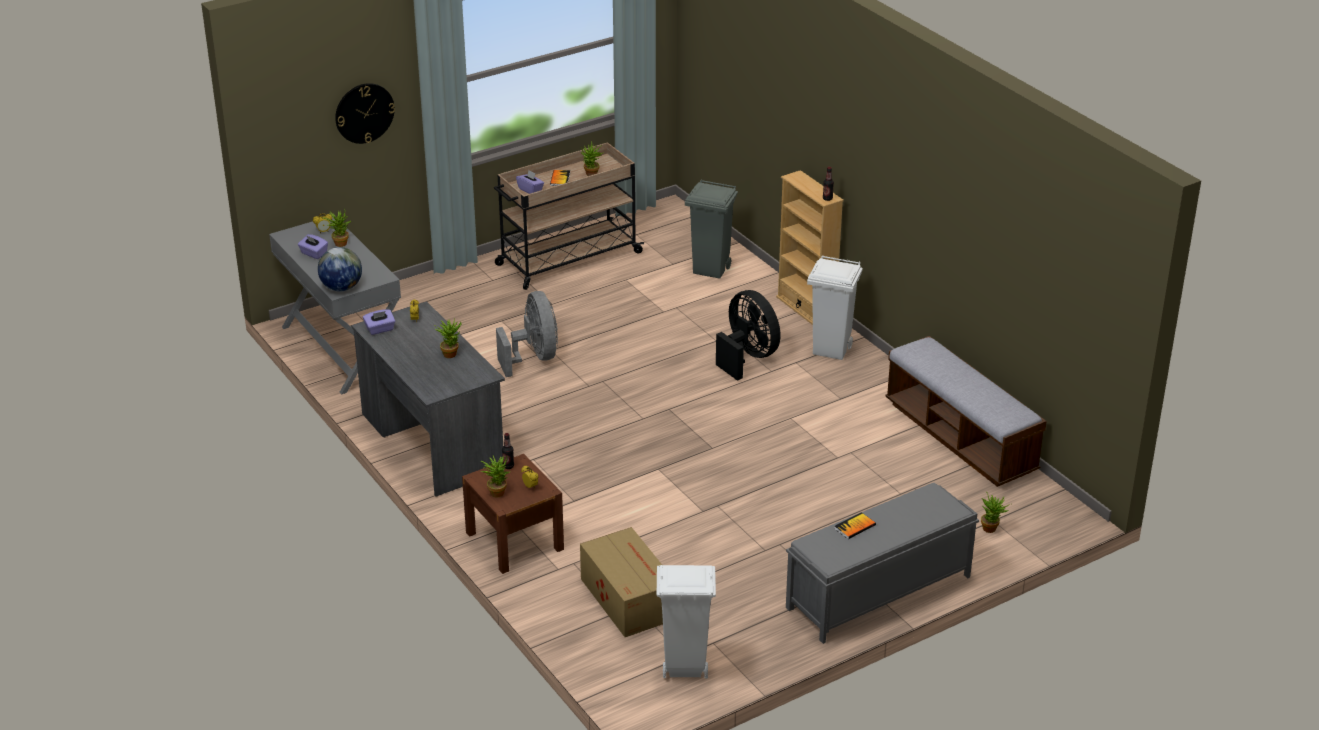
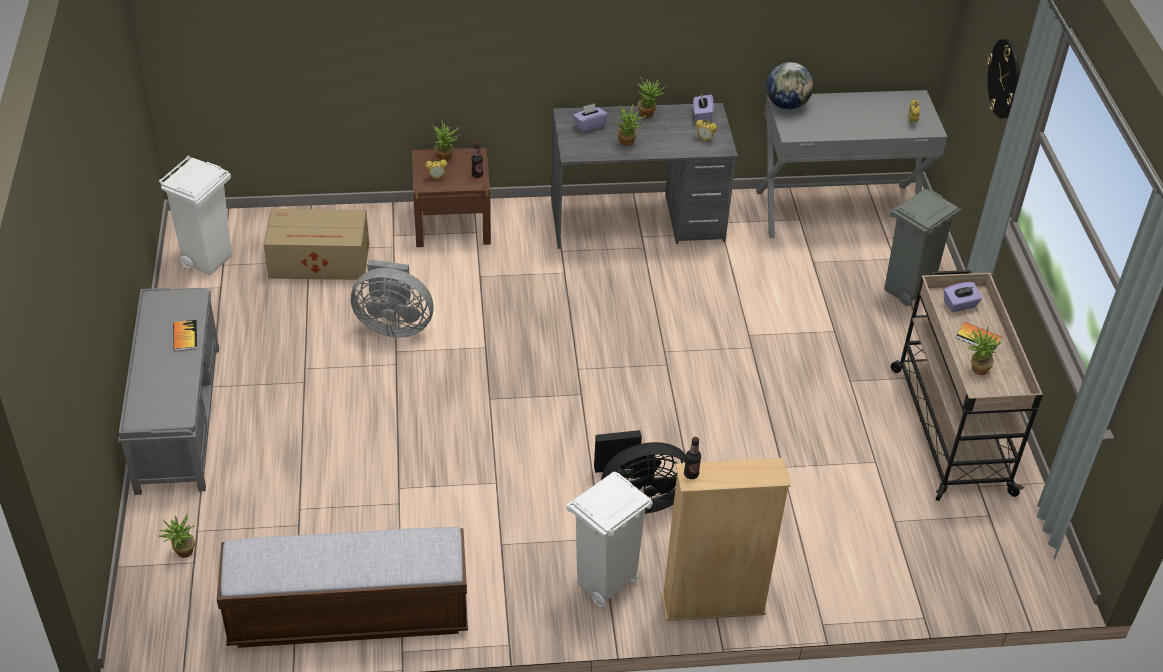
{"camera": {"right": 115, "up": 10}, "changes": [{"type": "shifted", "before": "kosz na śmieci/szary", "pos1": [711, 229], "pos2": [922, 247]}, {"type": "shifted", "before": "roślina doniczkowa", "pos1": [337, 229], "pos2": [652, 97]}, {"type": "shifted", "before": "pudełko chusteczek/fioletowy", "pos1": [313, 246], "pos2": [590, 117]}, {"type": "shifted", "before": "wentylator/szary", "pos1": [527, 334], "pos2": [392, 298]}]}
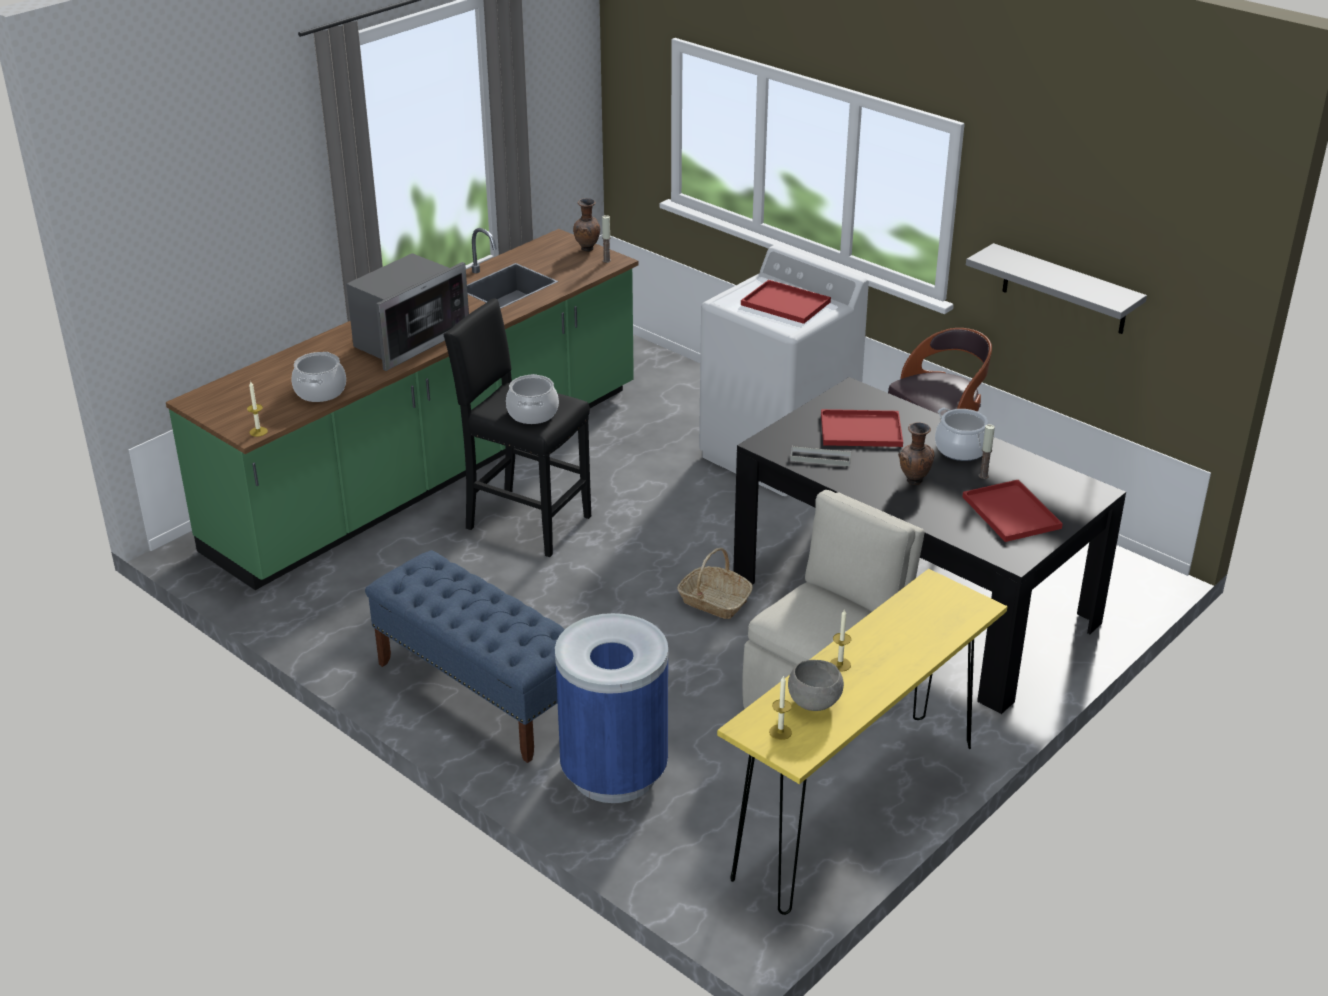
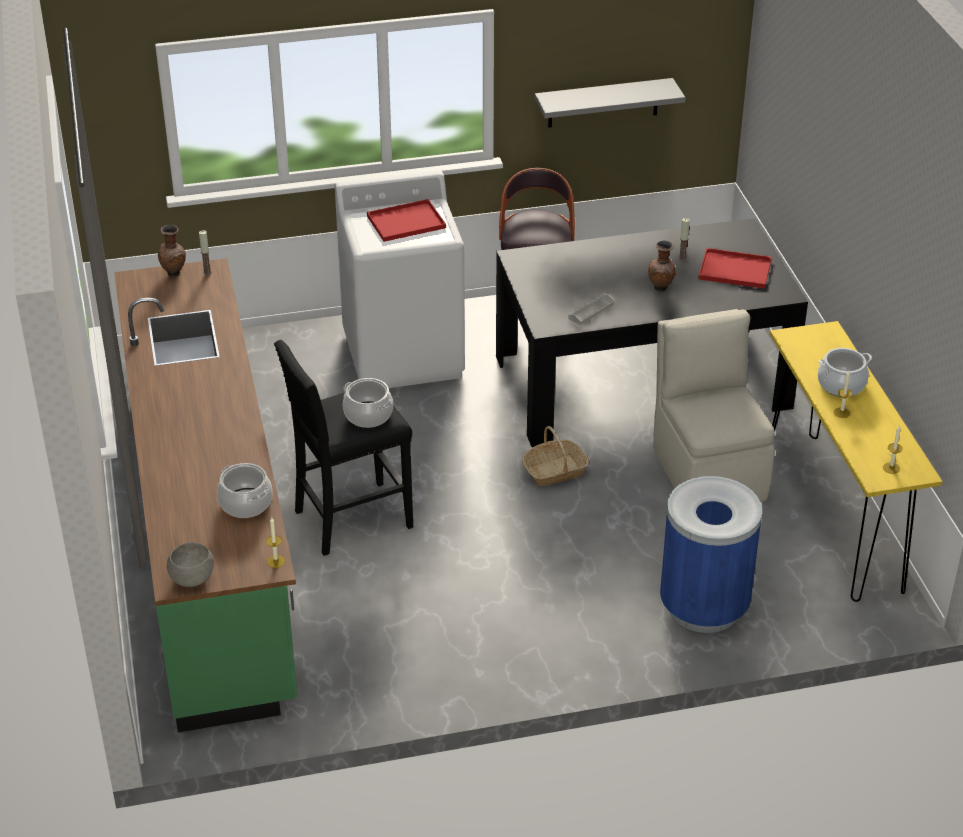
{"camera": {"right": -55, "up": 5}, "changes": [{"type": "gone", "before": "mikrofalówka", "pos1": [407, 312]}, {"type": "shifted", "before": "garnek", "pos1": [961, 434], "pos2": [845, 372]}, {"type": "gone", "before": "taca/czerwony", "pos1": [862, 428]}, {"type": "gone", "before": "ławka/niebieski", "pos1": [465, 656]}, {"type": "shifted", "before": "miska/szary", "pos1": [816, 685], "pos2": [190, 564]}]}
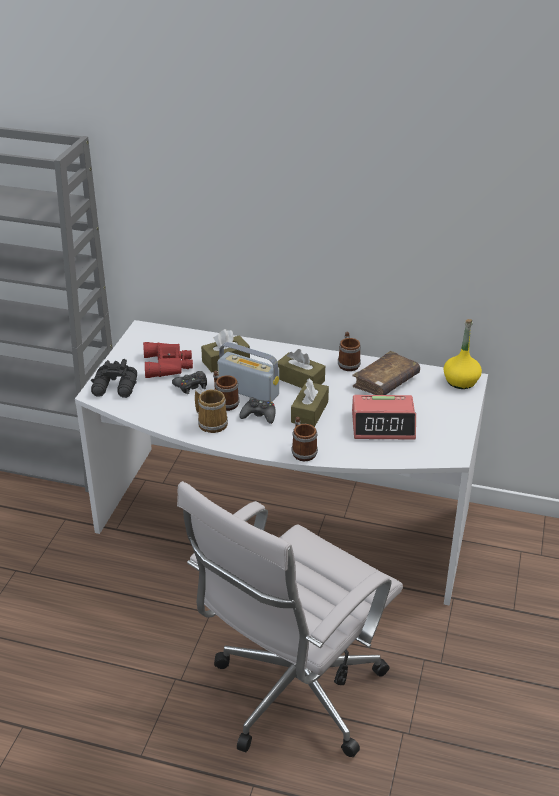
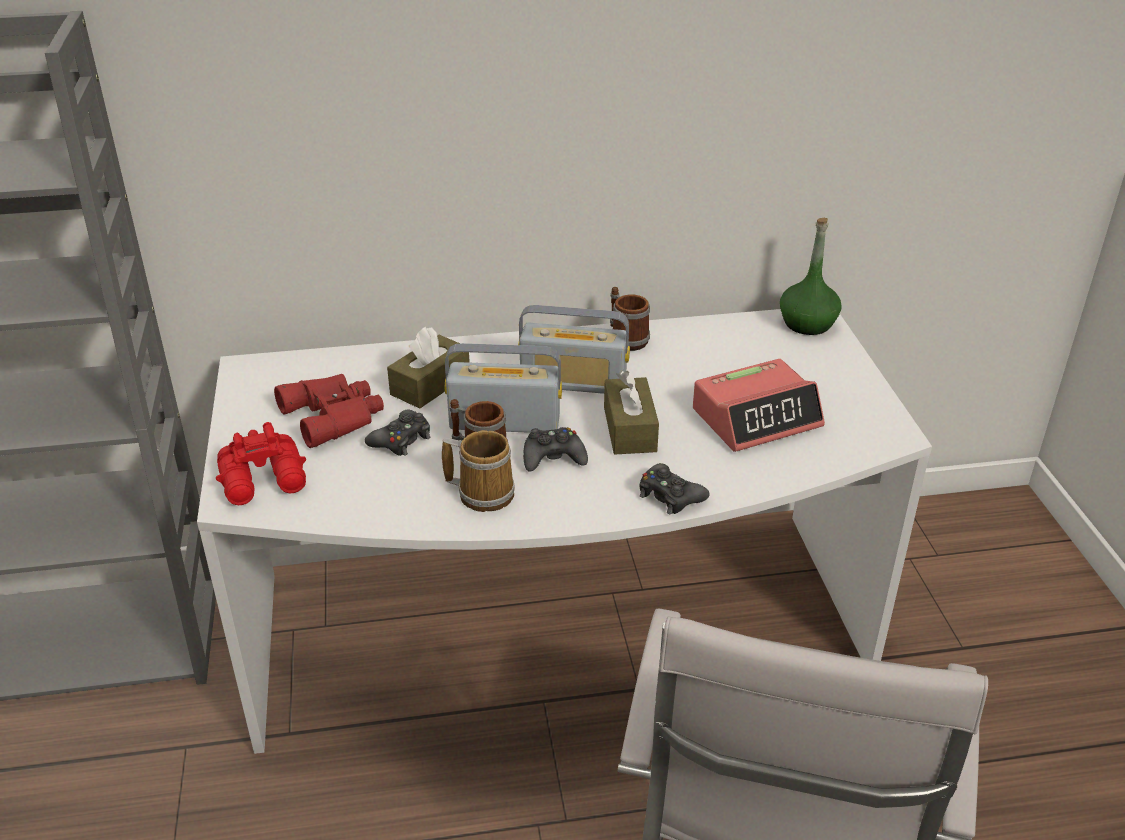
{"camera": {"right": -25, "up": 0}, "changes": [{"type": "repainted", "before": "butelka/żółty", "after": "butelka/zielony", "pos1": [462, 354], "pos2": [811, 276]}, {"type": "swapped", "before": "pudełko chusteczek/brązowy", "after": "radio", "pos1": [301, 368], "pos2": [574, 349]}, {"type": "gone", "before": "książka/brązowy", "pos1": [386, 373]}, {"type": "repainted", "before": "lornetka/czarny", "after": "lornetka/czerwony", "pos1": [114, 378], "pos2": [261, 463]}, {"type": "swapped", "before": "kubek", "after": "pad do gier/czarny", "pos1": [304, 439], "pos2": [675, 488]}]}
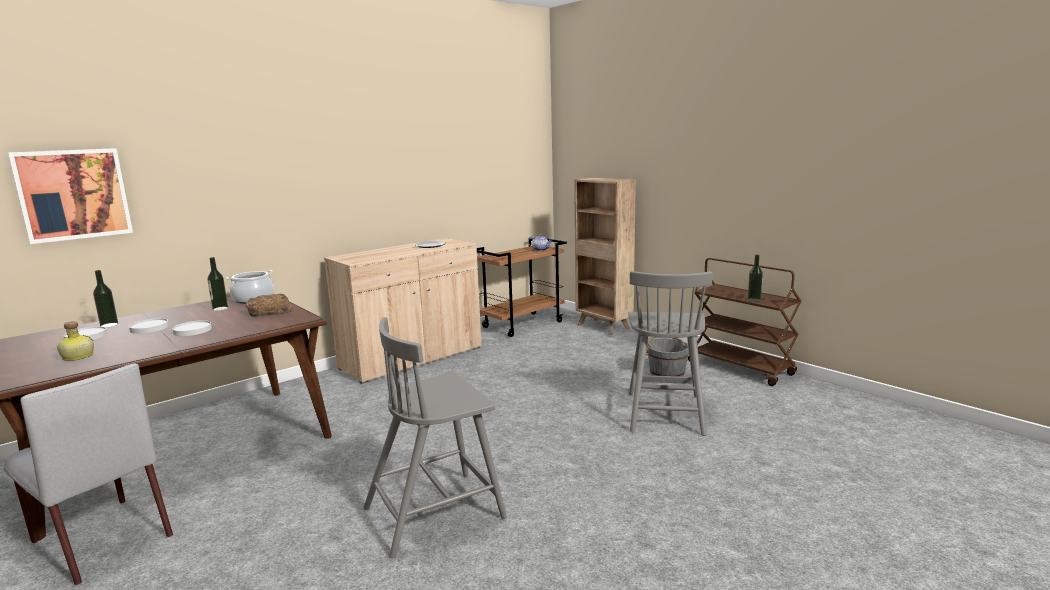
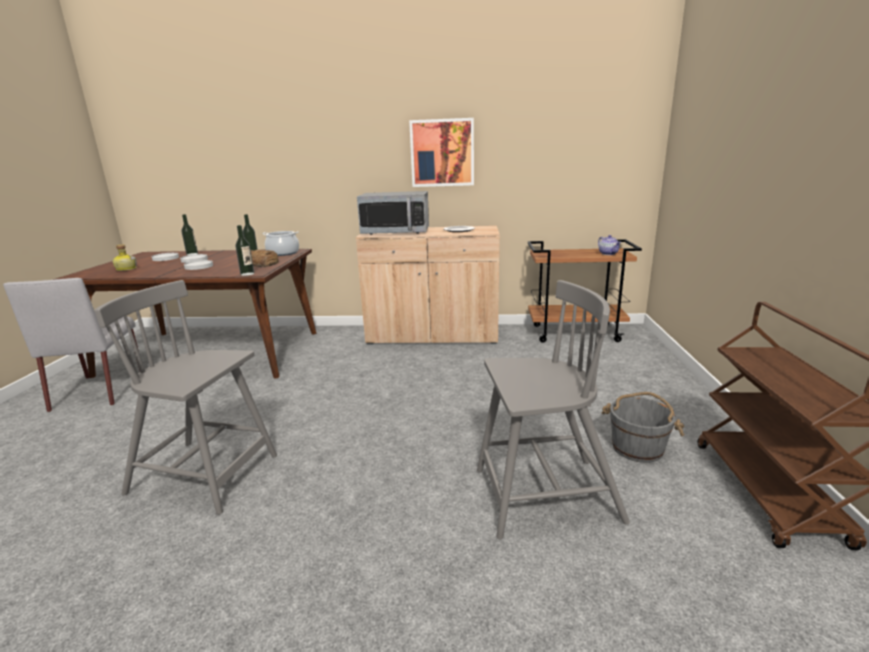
{"camera": {"right": 45, "up": 5}, "changes": [{"type": "shifted", "before": "obraz", "pos1": [70, 196], "pos2": [441, 152]}, {"type": "gone", "before": "regał/brązowy", "pos1": [605, 256]}, {"type": "shifted", "before": "butelka", "pos1": [755, 278], "pos2": [244, 250]}, {"type": "rotated", "before": "krzesło/szary", "pos1": [670, 353], "pos2": [553, 409], "turn": -150}, {"type": "new", "after": "mikrofalówka", "pos2": [393, 213]}]}
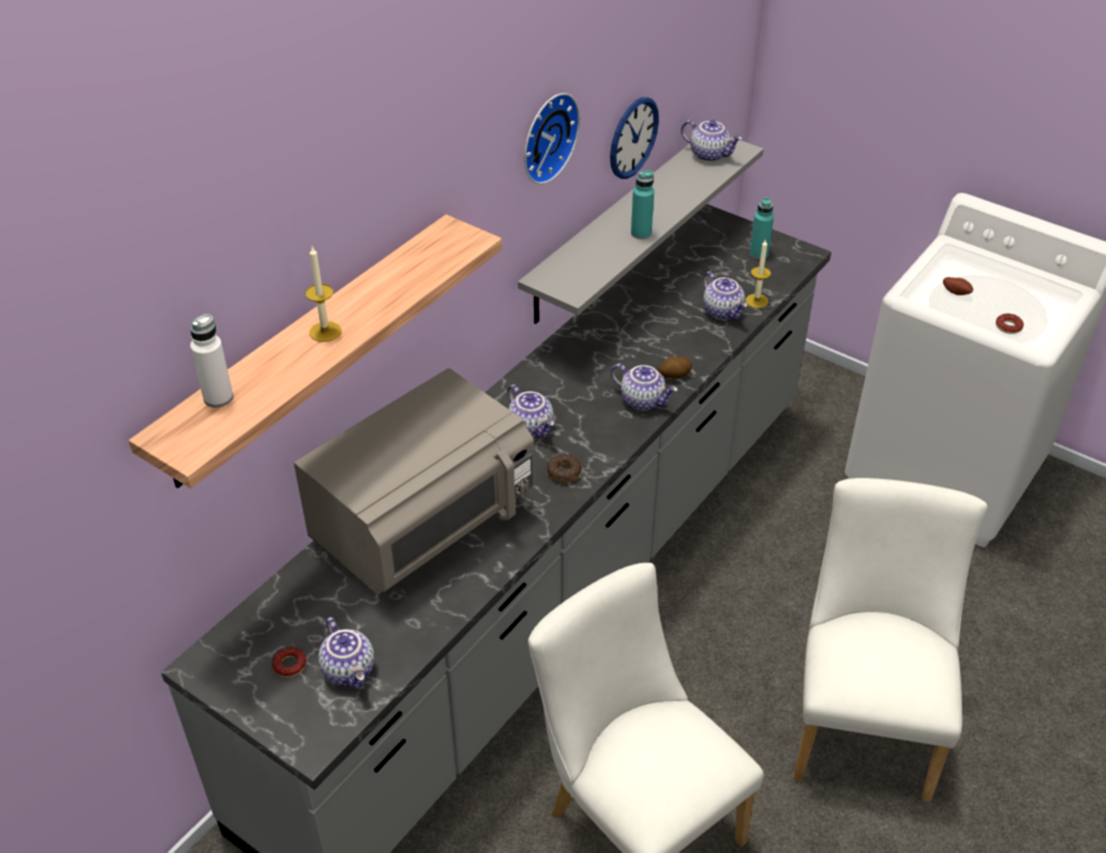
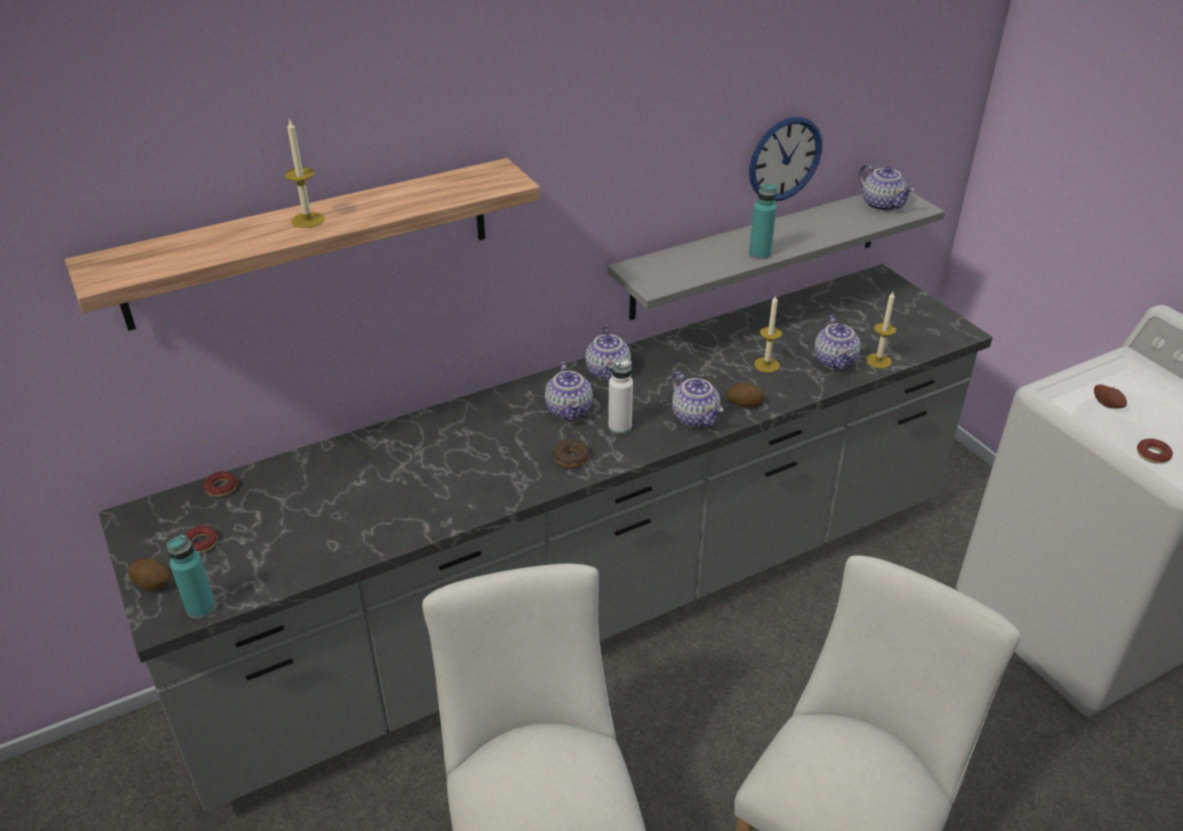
{"camera": {"right": 25, "up": -5}, "changes": [{"type": "gone", "before": "zegar ścienny", "pos1": [552, 138]}, {"type": "shifted", "before": "butelka/turkusowy", "pos1": [762, 228], "pos2": [191, 576]}, {"type": "shifted", "before": "butelka/biały", "pos1": [211, 361], "pos2": [620, 396]}, {"type": "gone", "before": "mikrofalówka/szary", "pos1": [414, 481]}, {"type": "shifted", "before": "imbryk", "pos1": [346, 652], "pos2": [608, 353]}, {"type": "new", "after": "świeca", "pos2": [768, 334]}, {"type": "new", "after": "donut", "pos2": [221, 484]}, {"type": "new", "after": "ziemniak", "pos2": [149, 575]}]}
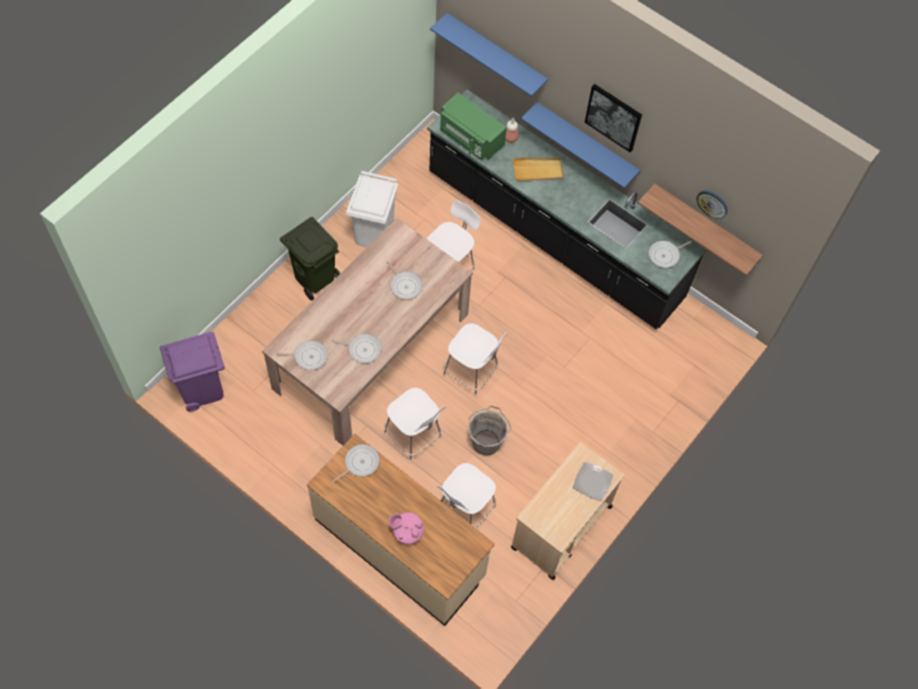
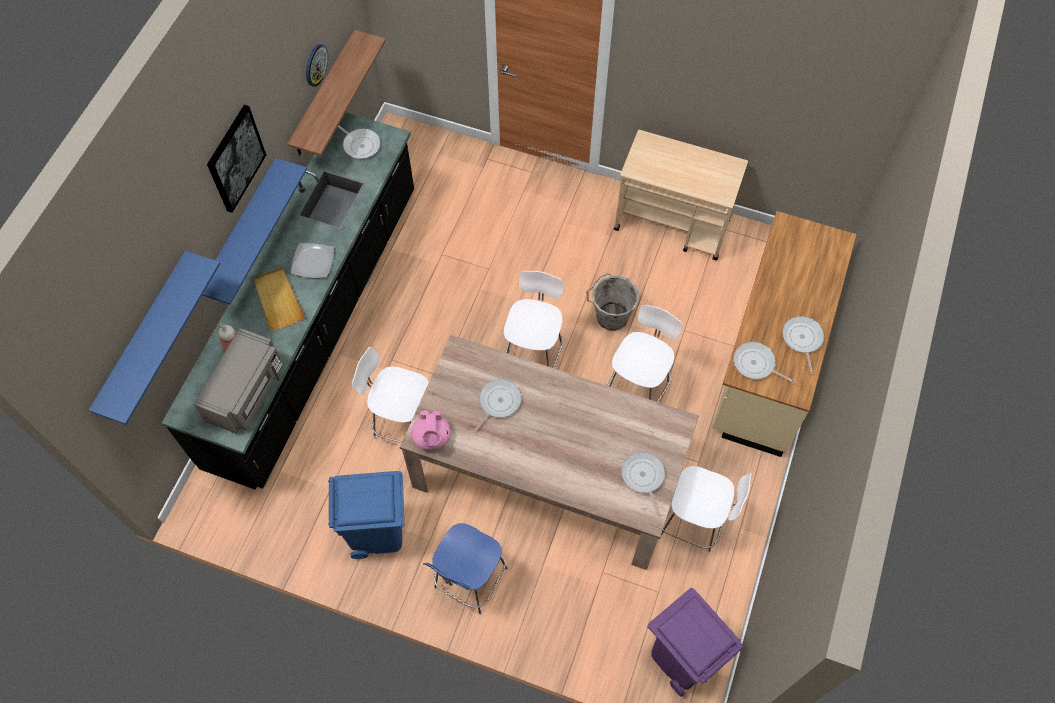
{"camera": {"right": -105, "up": 0}, "changes": [{"type": "repainted", "before": "mikrofalówka/zielony", "after": "mikrofalówka/szary", "pos1": [473, 126], "pos2": [239, 381]}, {"type": "repainted", "before": "kosz na śmieci/biały", "after": "kosz na śmieci/niebieski", "pos1": [372, 209], "pos2": [366, 515]}, {"type": "swapped", "before": "kosz na śmieci/zielony", "after": "krzesło/niebieski", "pos1": [310, 259], "pos2": [465, 568]}, {"type": "shifted", "before": "patelnia", "pos1": [356, 348], "pos2": [803, 345]}, {"type": "shifted", "before": "talerz", "pos1": [593, 481], "pos2": [312, 260]}, {"type": "shifted", "before": "krzesło/biały", "pos1": [466, 496], "pos2": [706, 510]}, {"type": "shifted", "before": "imbryk/różowy", "pos1": [406, 528], "pos2": [430, 430]}]}
